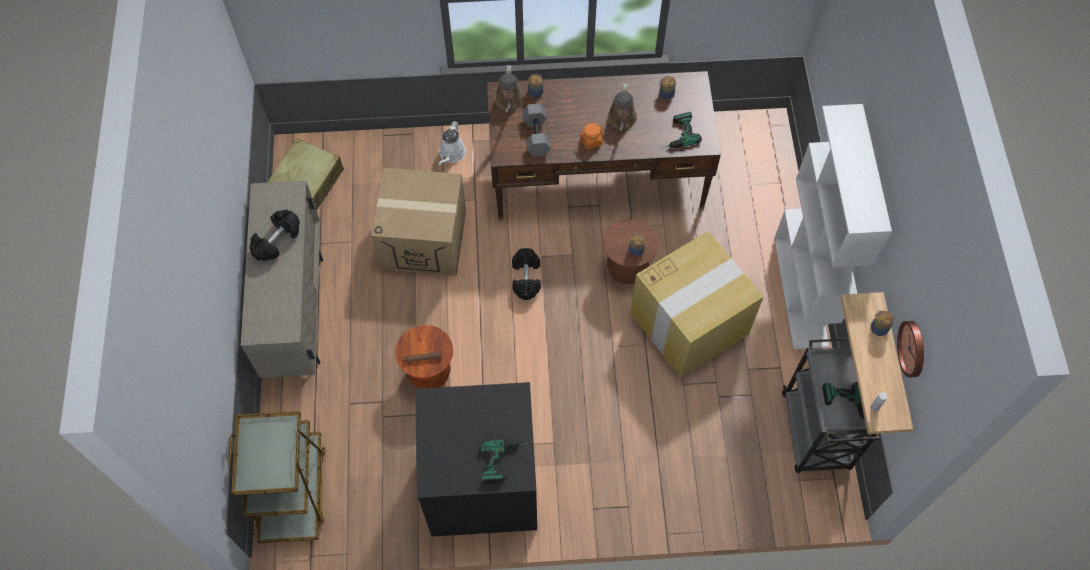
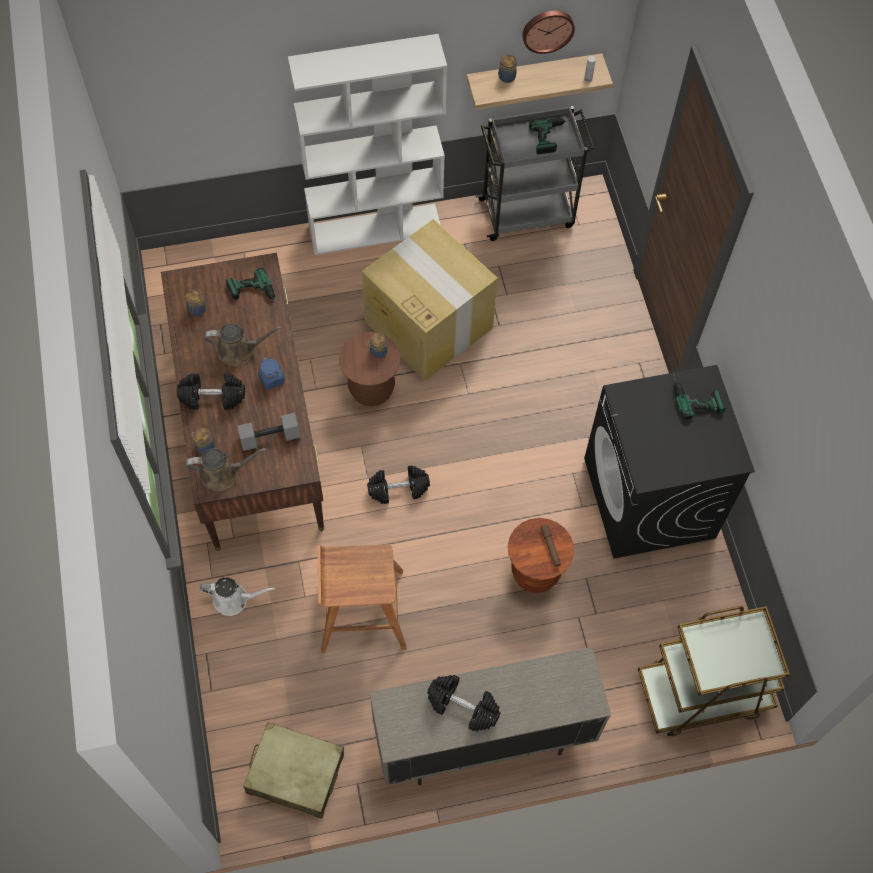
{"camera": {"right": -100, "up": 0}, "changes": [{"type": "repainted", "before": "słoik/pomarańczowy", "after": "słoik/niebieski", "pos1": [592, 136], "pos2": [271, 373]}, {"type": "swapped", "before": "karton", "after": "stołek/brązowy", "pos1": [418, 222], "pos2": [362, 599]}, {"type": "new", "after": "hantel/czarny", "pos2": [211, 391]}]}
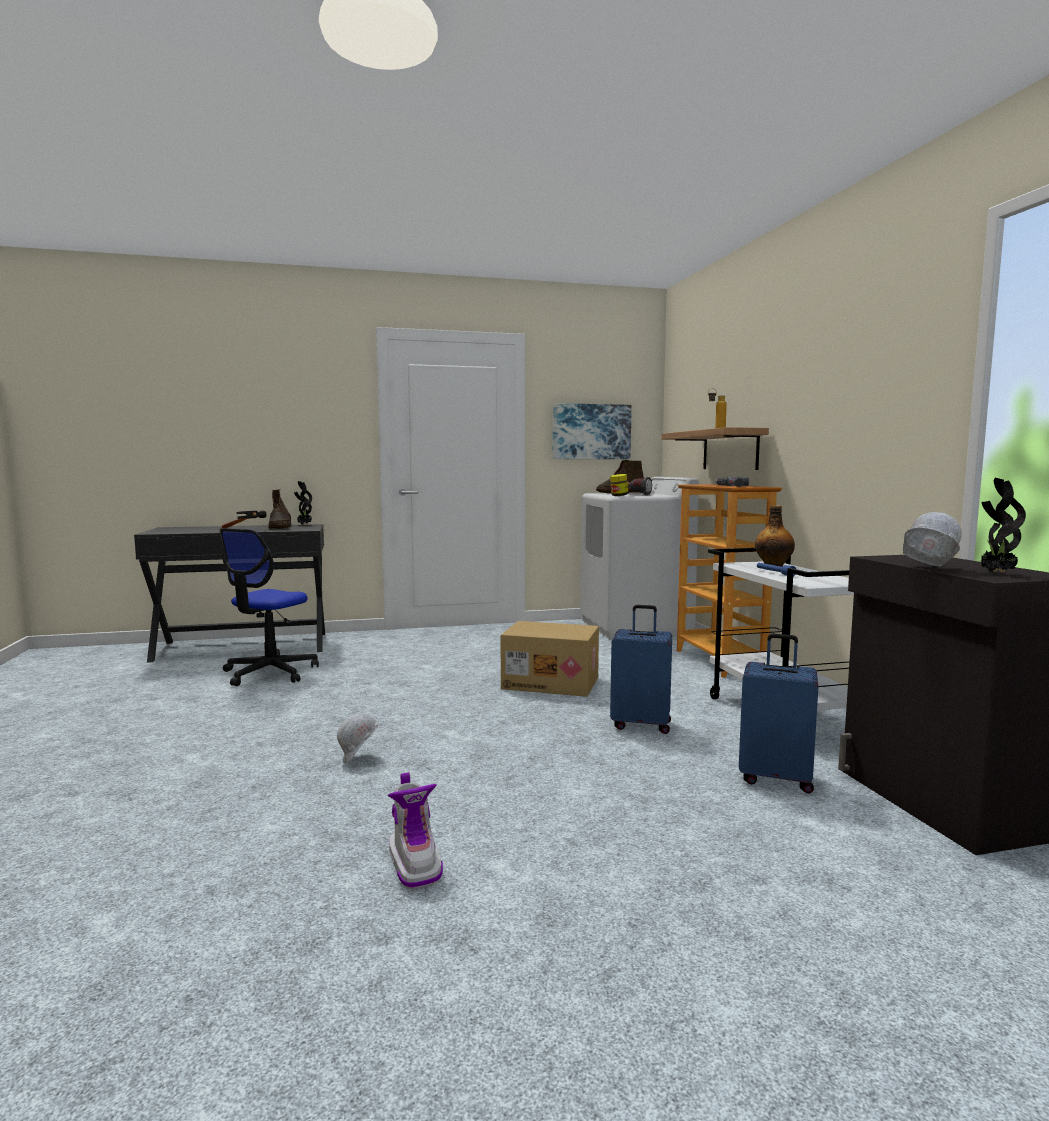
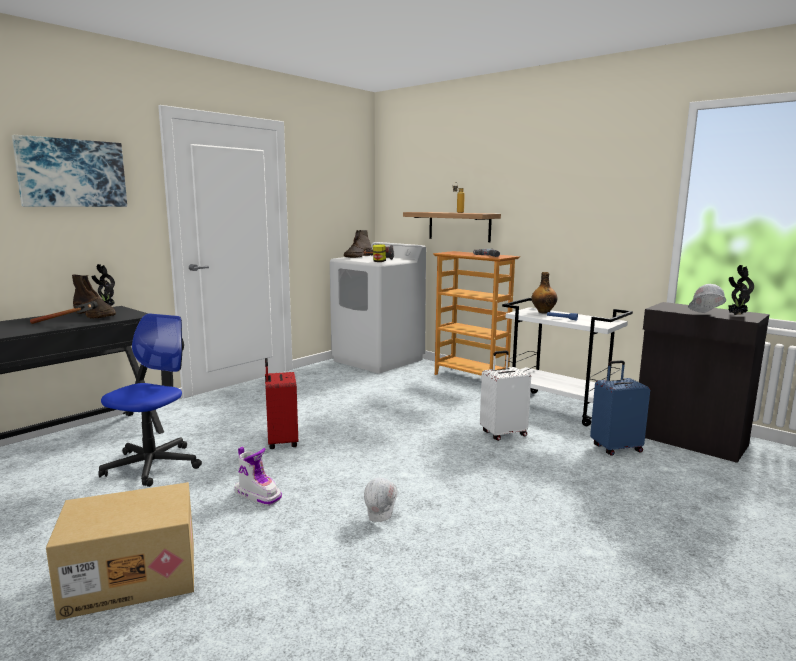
{"camera": {"right": -35, "up": 5}, "changes": [{"type": "shifted", "before": "obraz", "pos1": [592, 431], "pos2": [69, 171]}, {"type": "rotated", "before": "krzesło biurowe", "pos1": [269, 607], "pos2": [150, 400], "turn": -150}, {"type": "repainted", "before": "walizka/niebieski", "after": "walizka/biały", "pos1": [641, 669], "pos2": [505, 396]}, {"type": "shifted", "before": "karton", "pos1": [550, 659], "pos2": [120, 551]}, {"type": "shifted", "before": "but z cholewką", "pos1": [415, 831], "pos2": [258, 476]}, {"type": "new", "after": "walizka/czerwony", "pos2": [281, 403]}]}
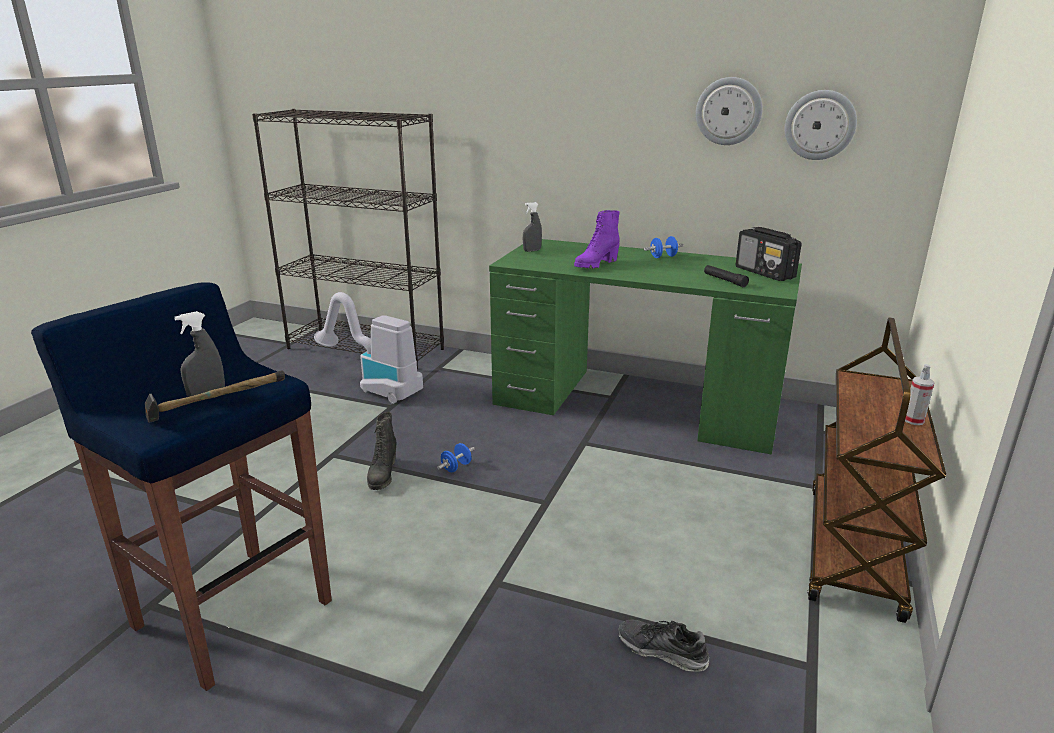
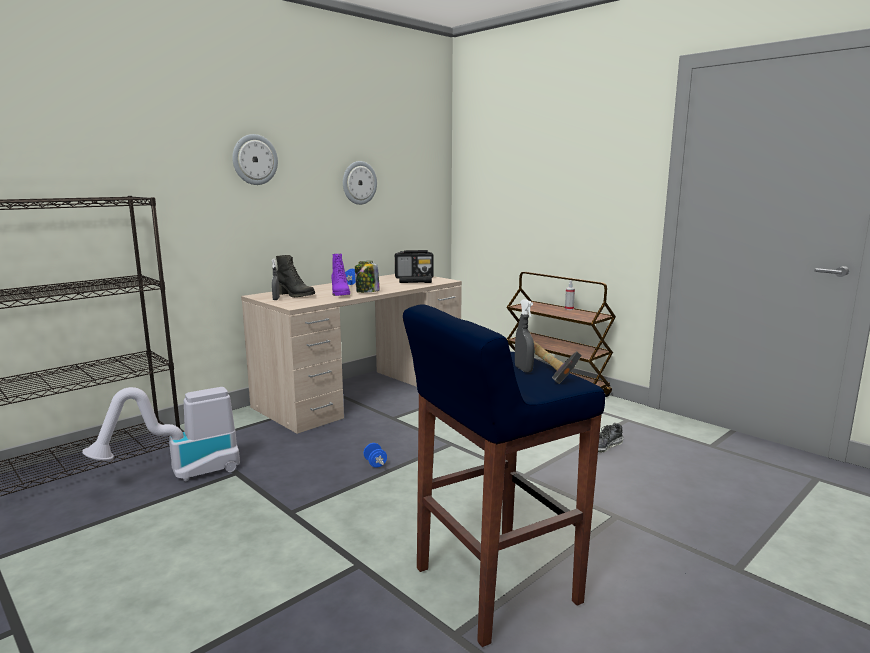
{"camera": {"right": -65, "up": -10}, "changes": [{"type": "shifted", "before": "zegar ścienny", "pos1": [821, 125], "pos2": [255, 159]}, {"type": "repainted", "before": "biurko/zielony", "after": "biurko/beżowy", "pos1": [645, 347], "pos2": [351, 354]}, {"type": "shifted", "before": "but z cholewką/czarny", "pos1": [382, 451], "pos2": [295, 276]}, {"type": "new", "after": "słoik", "pos2": [367, 277]}]}
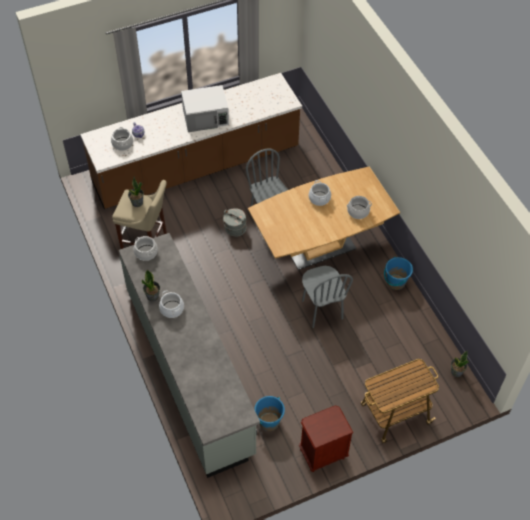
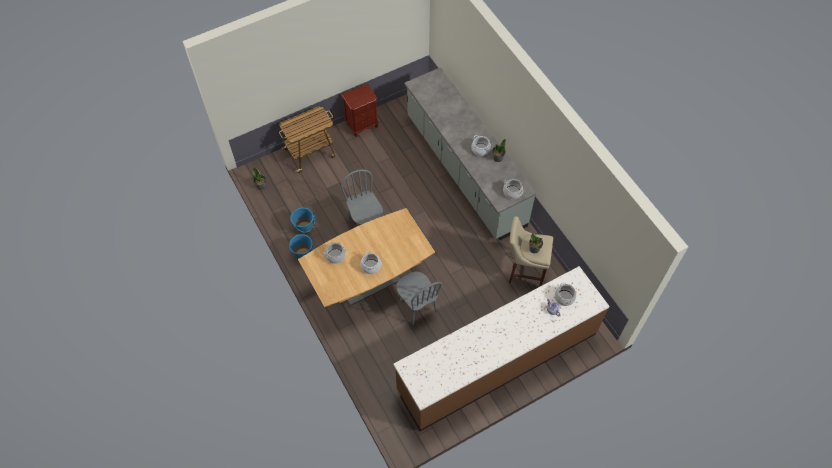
{"camera": {"right": 175, "up": 5}, "changes": [{"type": "gone", "before": "mikrofalówka/biały", "pos1": [205, 108]}, {"type": "gone", "before": "wiadro/szary", "pos1": [235, 222]}, {"type": "shifted", "before": "wiadro/niebieski", "pos1": [269, 413], "pos2": [302, 221]}]}
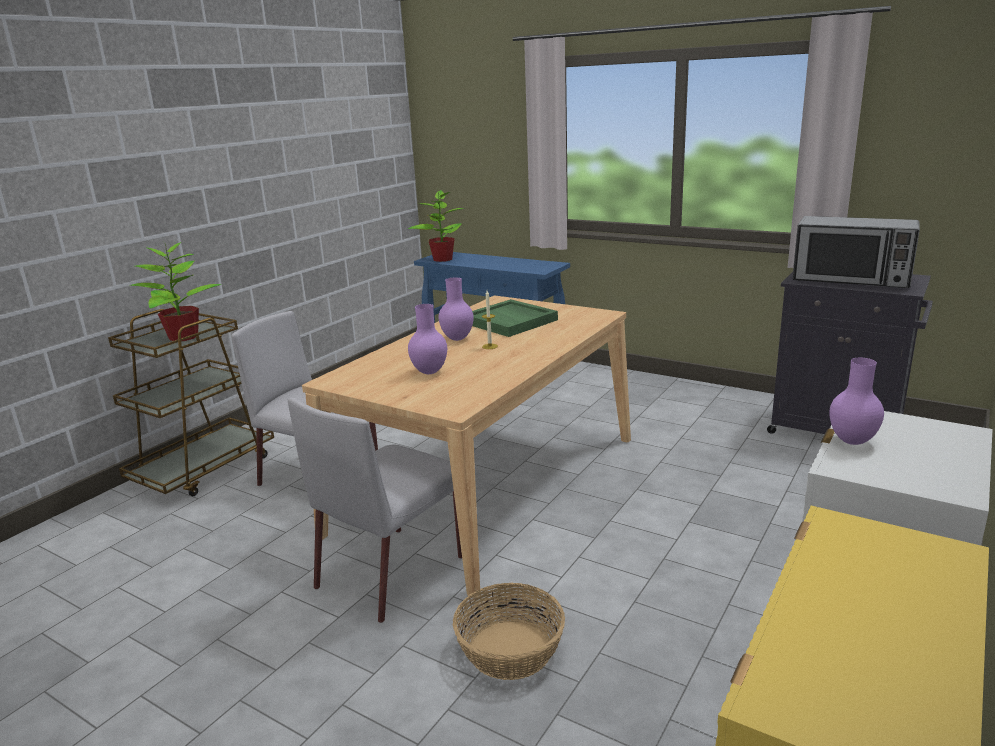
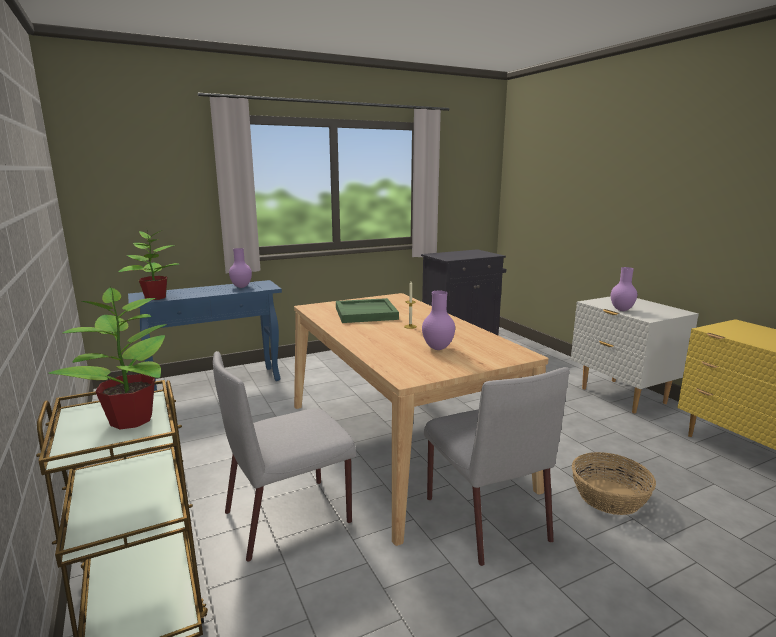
{"camera": {"right": -60, "up": -5}, "changes": [{"type": "gone", "before": "mikrofalówka", "pos1": [856, 252]}, {"type": "shifted", "before": "wazon/fioletowy", "pos1": [456, 309], "pos2": [240, 268]}]}
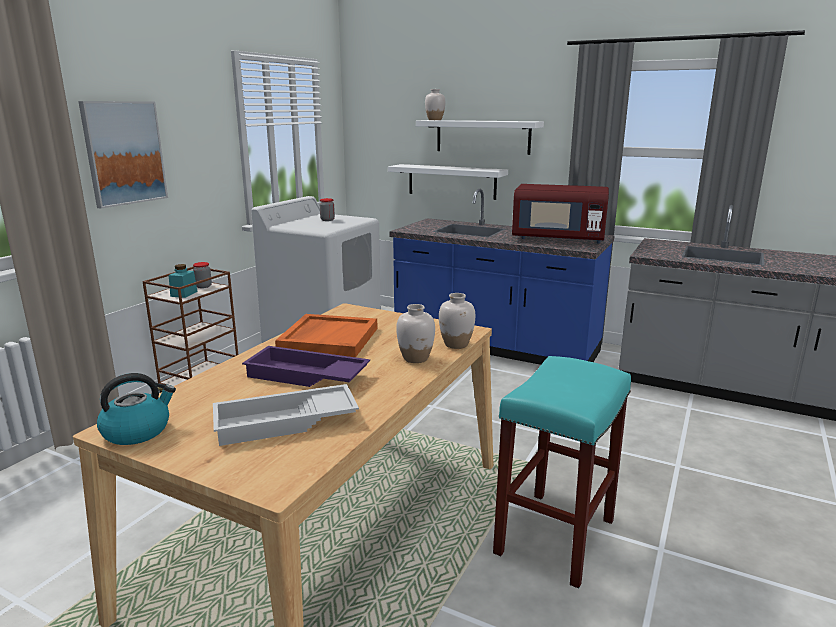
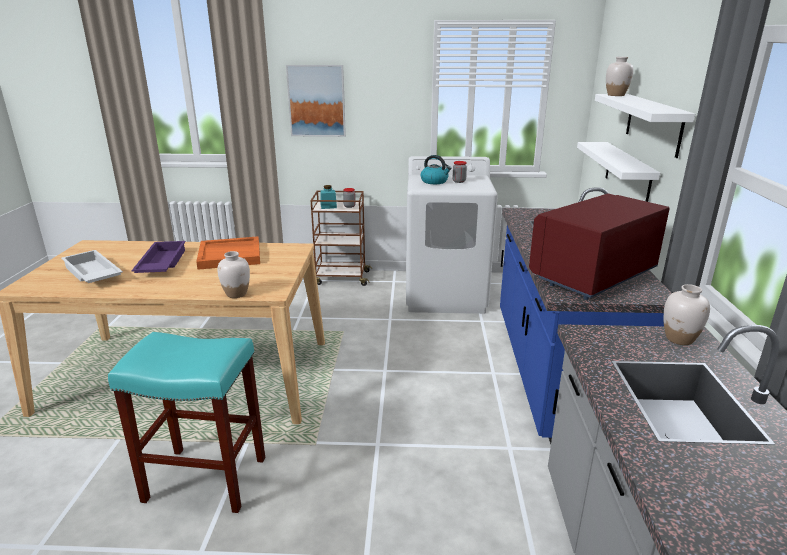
{"camera": {"right": 65, "up": 5}, "changes": [{"type": "rotated", "before": "mikrofalówka/czerwony", "pos1": [560, 214], "pos2": [599, 247], "turn": 60}, {"type": "shifted", "before": "wazon/biały", "pos1": [415, 333], "pos2": [687, 314]}, {"type": "shifted", "before": "czajnik", "pos1": [136, 409], "pos2": [436, 169]}]}
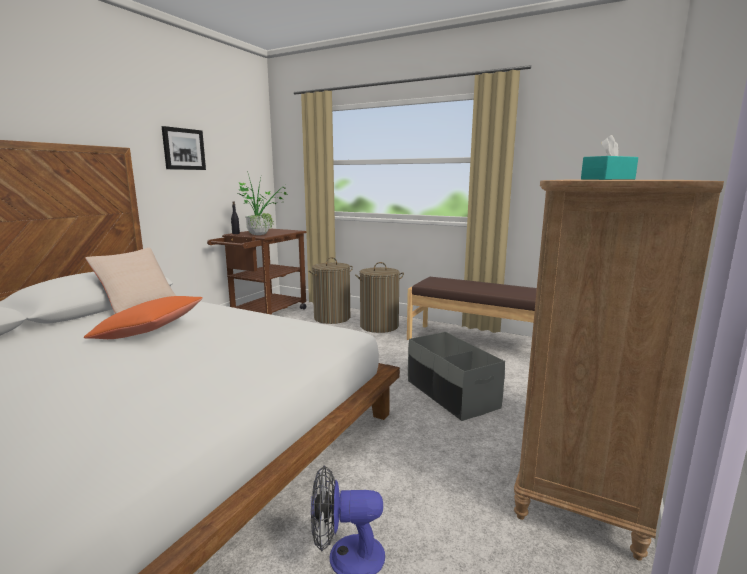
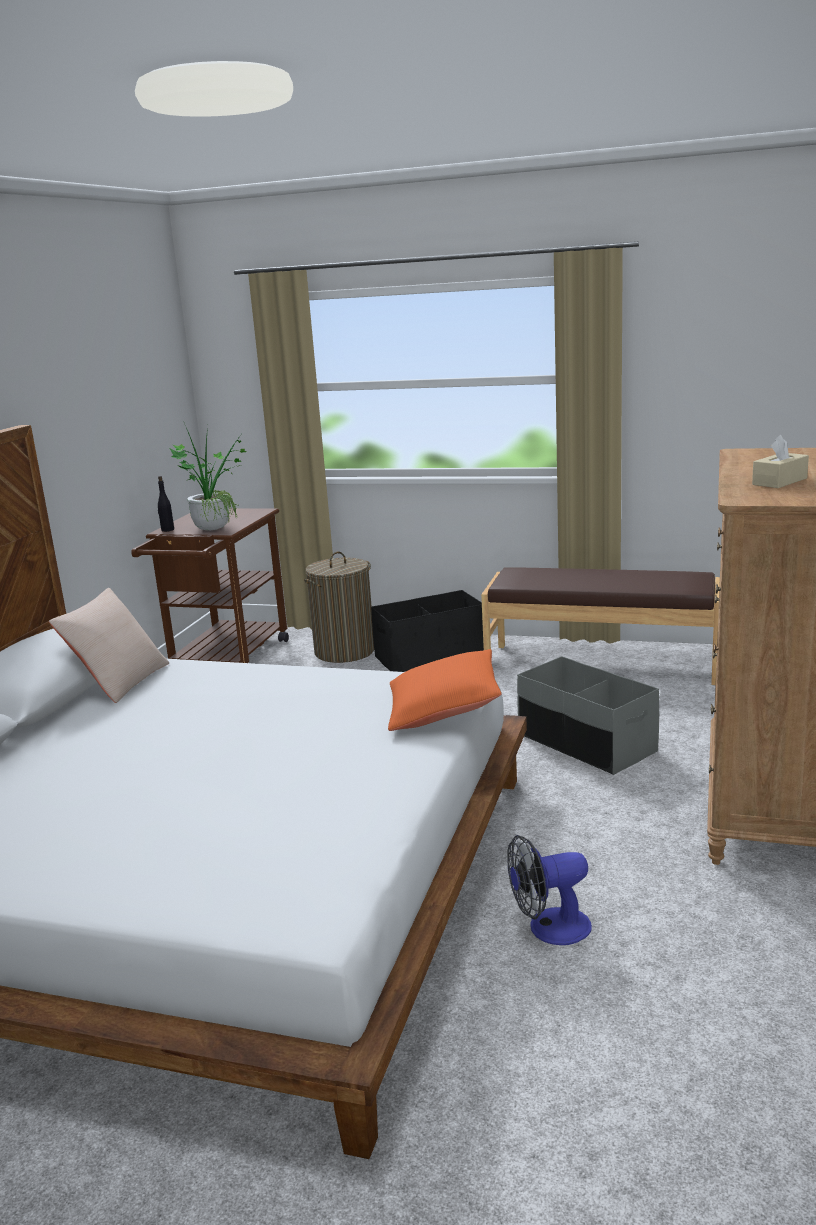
{"camera": {"right": -10, "up": 5}, "changes": [{"type": "gone", "before": "obraz", "pos1": [184, 148]}, {"type": "repainted", "before": "pudełko chusteczek/turkusowy", "after": "pudełko chusteczek/beżowy", "pos1": [609, 157], "pos2": [780, 461]}, {"type": "swapped", "before": "kosz na pranie", "after": "pojemnik do przechowywania/czarny", "pos1": [379, 297], "pos2": [427, 631]}, {"type": "shifted", "before": "poduszka/pomarańczowy", "pos1": [143, 317], "pos2": [445, 690]}]}
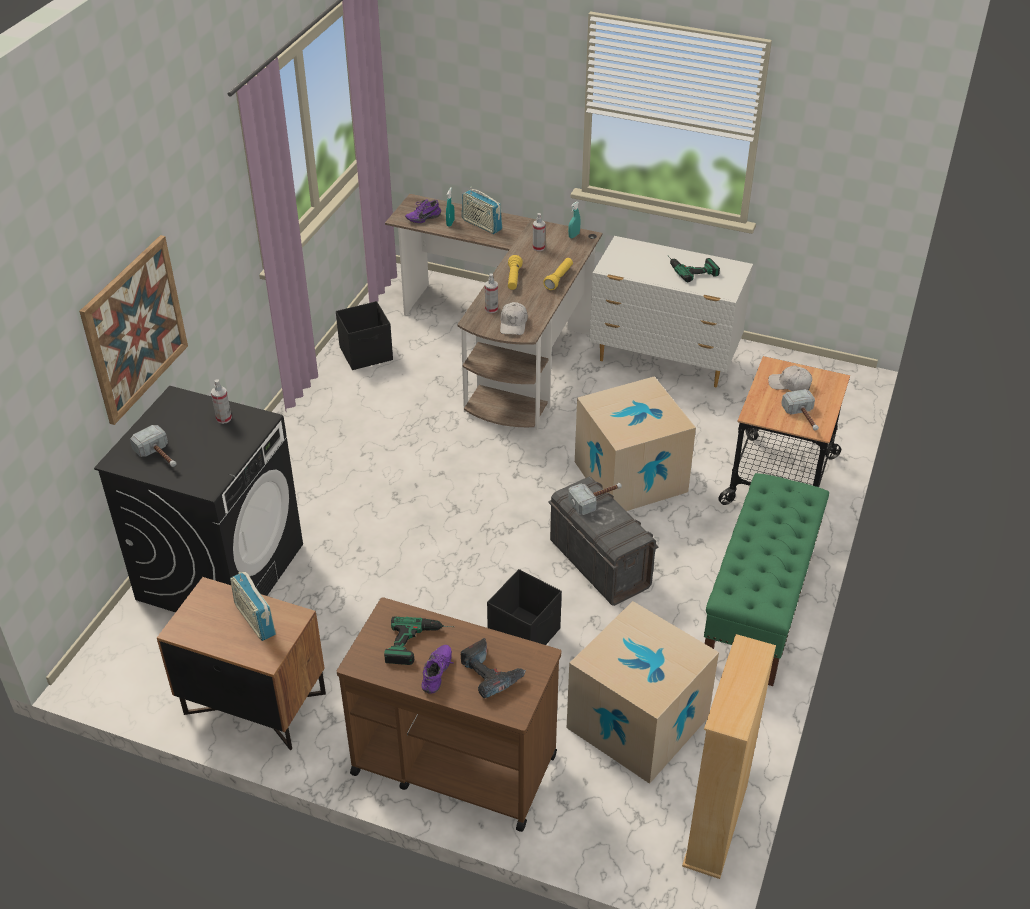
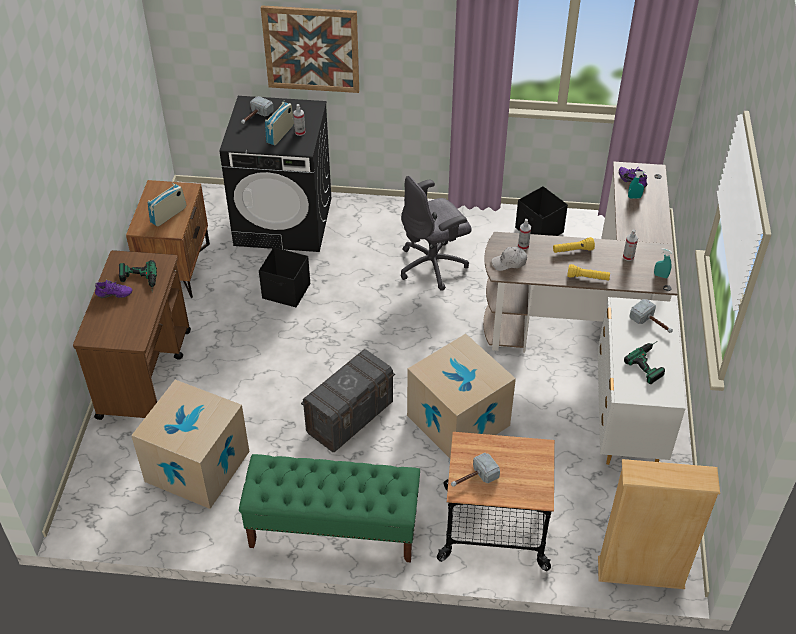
{"camera": {"right": 75, "up": 5}, "changes": [{"type": "shifted", "before": "radio", "pos1": [482, 210], "pos2": [279, 122]}, {"type": "gone", "before": "czapka z daszkiem/biały", "pos1": [790, 378]}, {"type": "shifted", "before": "młotek", "pos1": [595, 499], "pos2": [651, 316]}, {"type": "shifted", "before": "pojemnik do przechowywania/czarny", "pos1": [524, 607], "pos2": [284, 277]}, {"type": "shifted", "before": "regał/beżowy", "pos1": [729, 756], "pos2": [659, 524]}, {"type": "gone", "before": "wiertarka", "pos1": [493, 668]}, {"type": "new", "after": "krzesło biurowe/szary", "pos2": [436, 233]}]}
